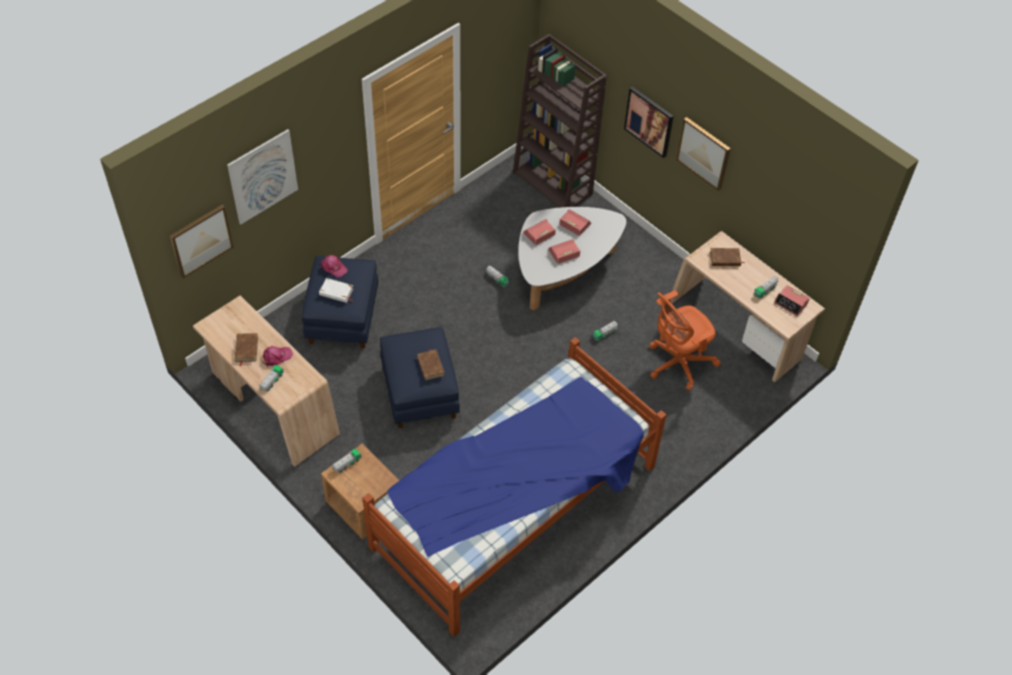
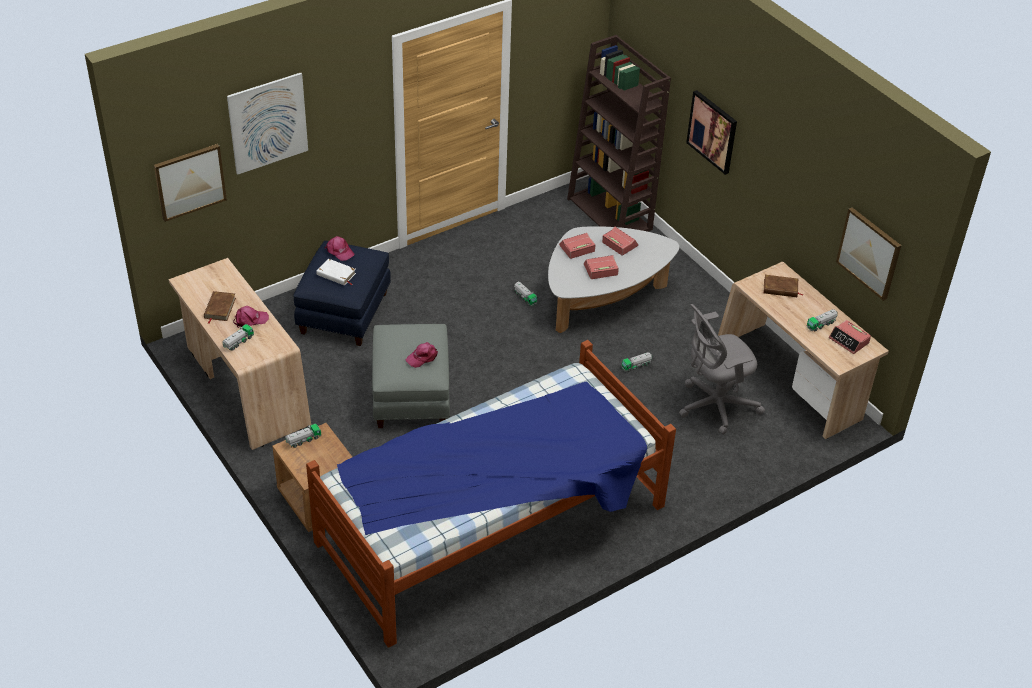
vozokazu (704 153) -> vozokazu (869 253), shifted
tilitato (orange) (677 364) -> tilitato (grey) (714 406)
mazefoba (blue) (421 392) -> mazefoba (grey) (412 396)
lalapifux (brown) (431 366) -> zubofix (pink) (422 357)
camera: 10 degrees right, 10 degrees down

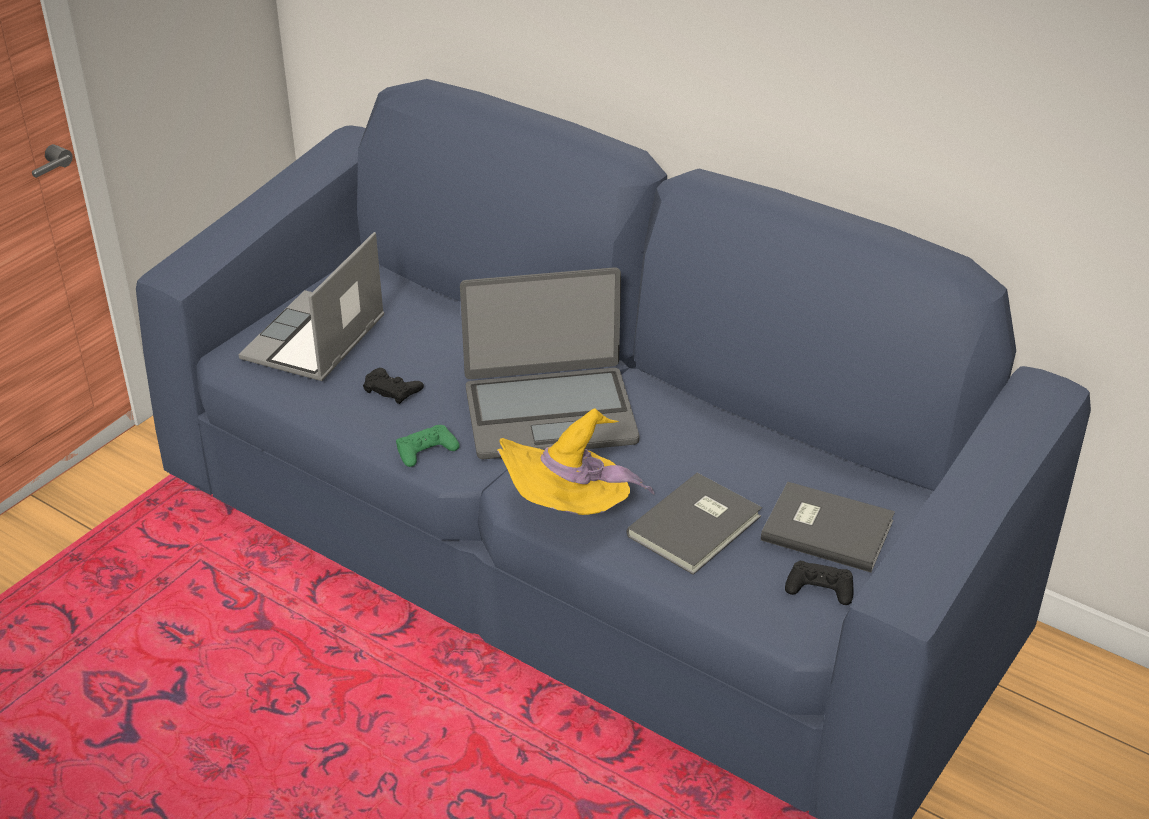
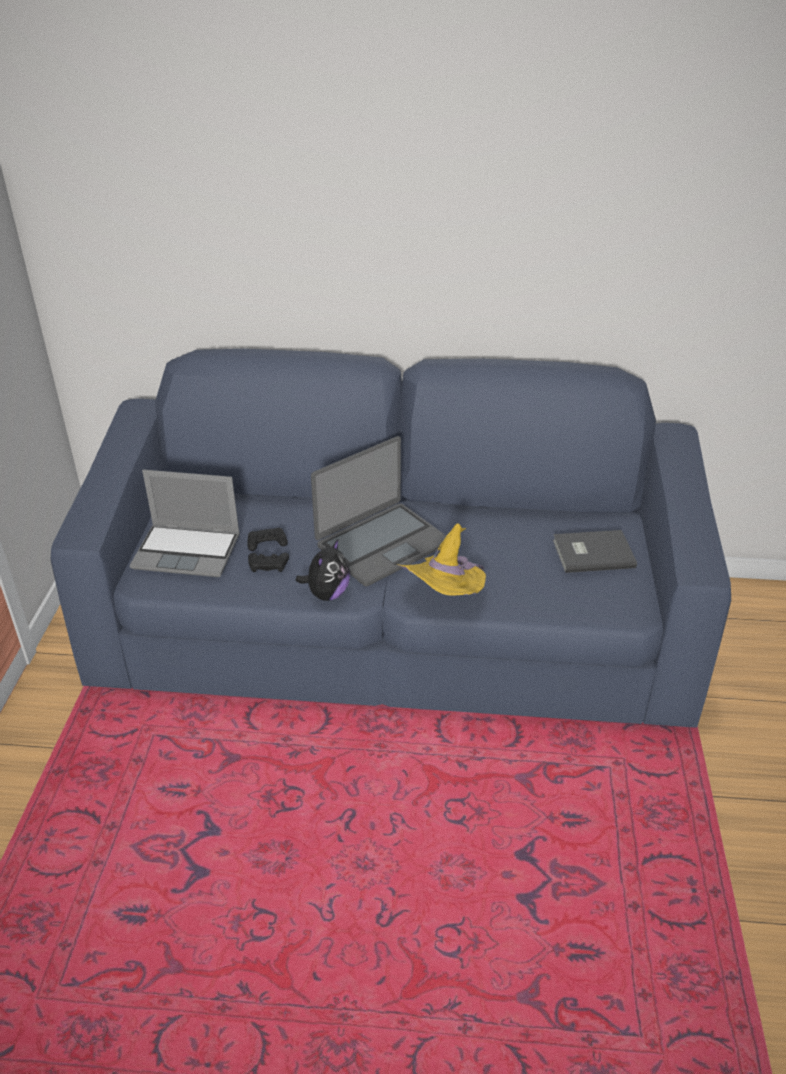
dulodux (315 341) -> dulodux (188 551), 75 degrees counterclockwise
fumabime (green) (426 450) -> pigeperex (327 593)
lalapifux (grey) (698 526) -> none
fumabime (black) (820 588) -> fumabime (black) (267 542), shifted
camera: 30 degrees left, 0 degrees up

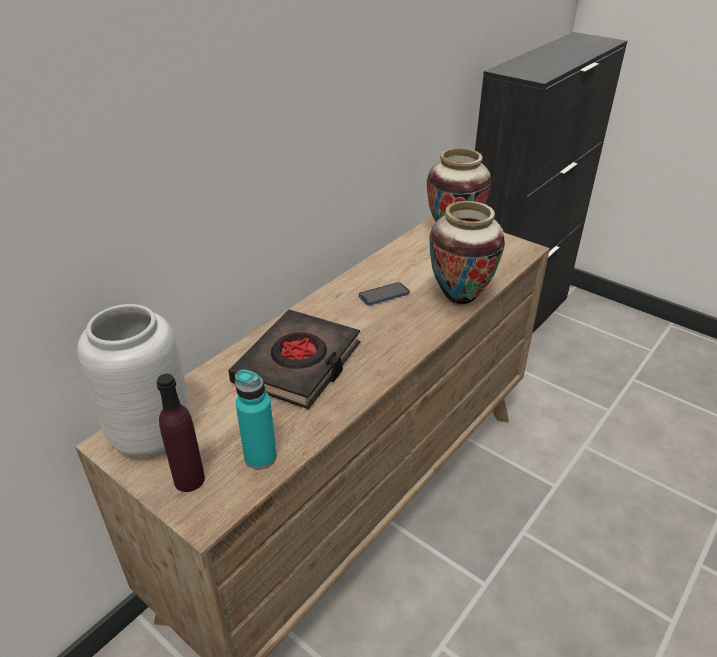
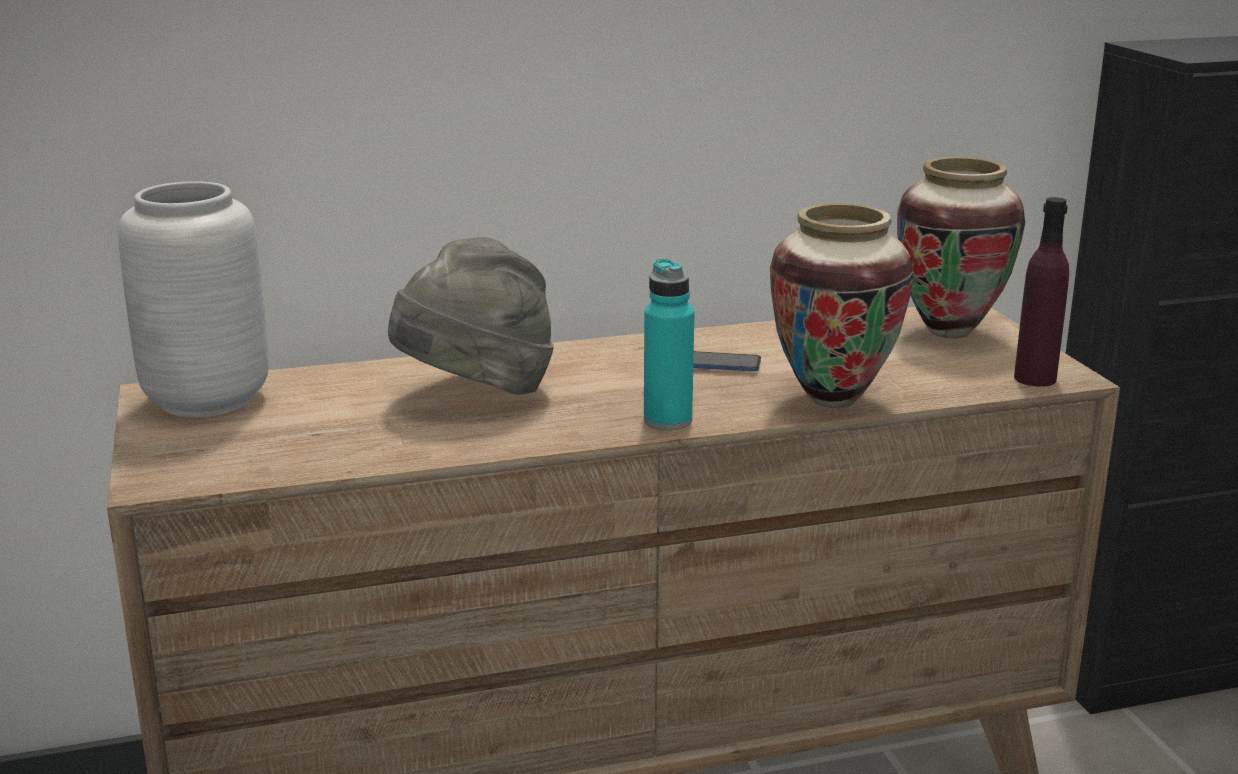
lalapifux (black) (298 364) -> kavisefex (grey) (475 394)
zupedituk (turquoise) (260 457) -> zupedituk (turquoise) (667 421), shifted
zupedituk (purple) (189 479) -> zupedituk (purple) (1035 378), shifted
camera: 35 degrees right, 15 degrees down

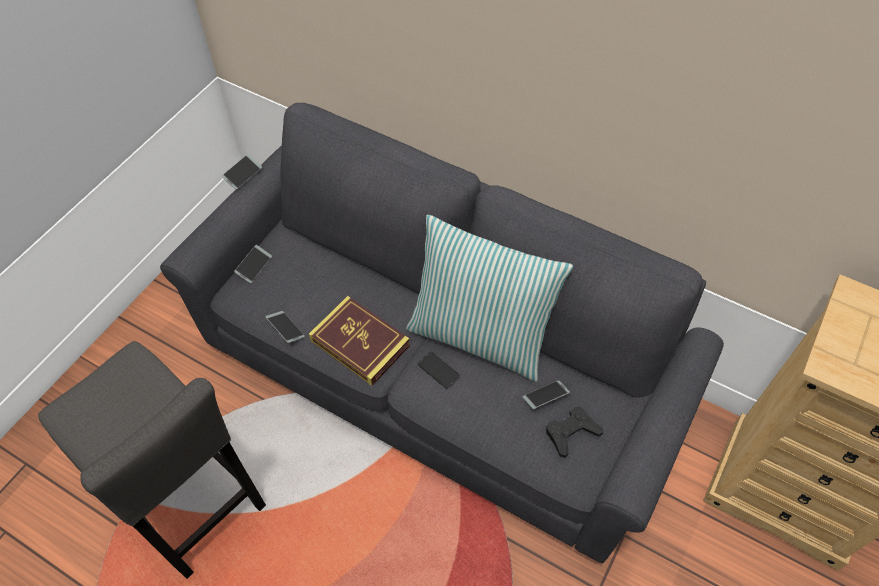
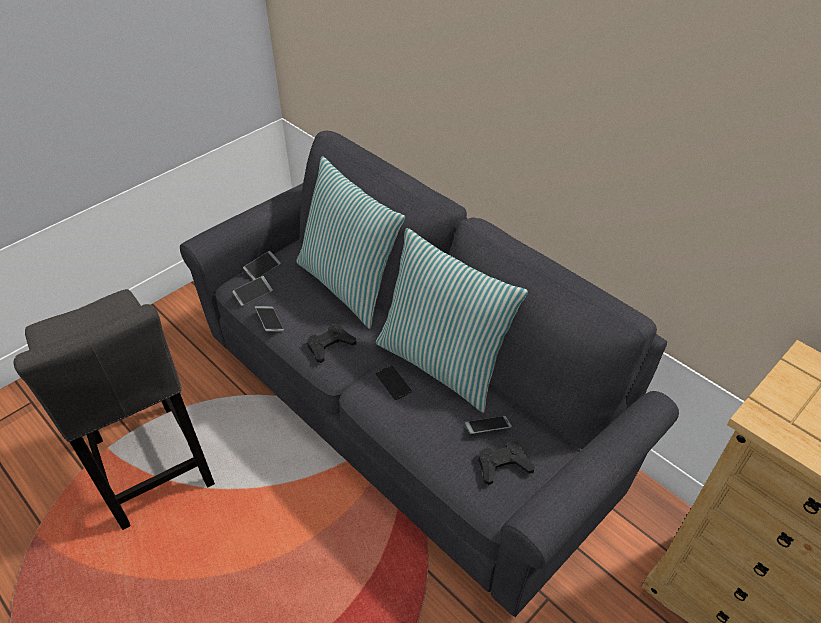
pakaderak (243 174) -> pakaderak (253 294), shifted
lalapifux (360 343) -> fumabime (black) (330 346)
none -> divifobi (349 285)
camera: 15 degrees right, 10 degrees down

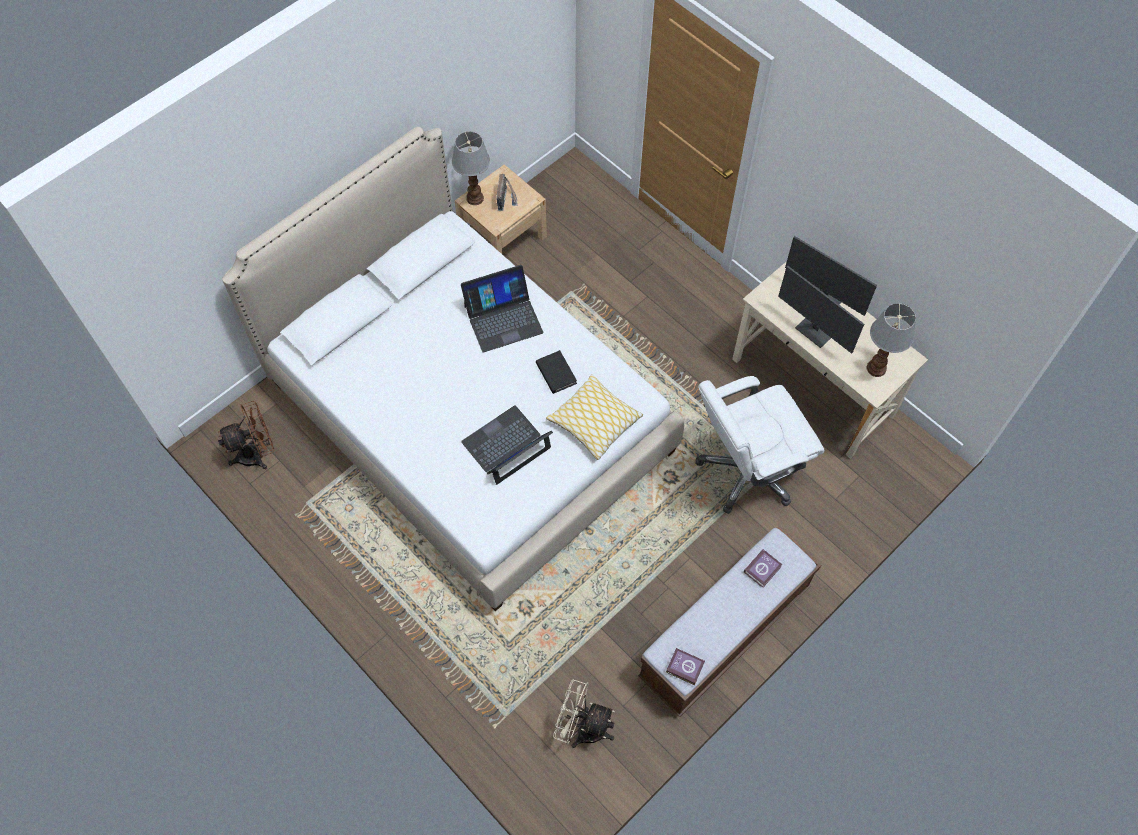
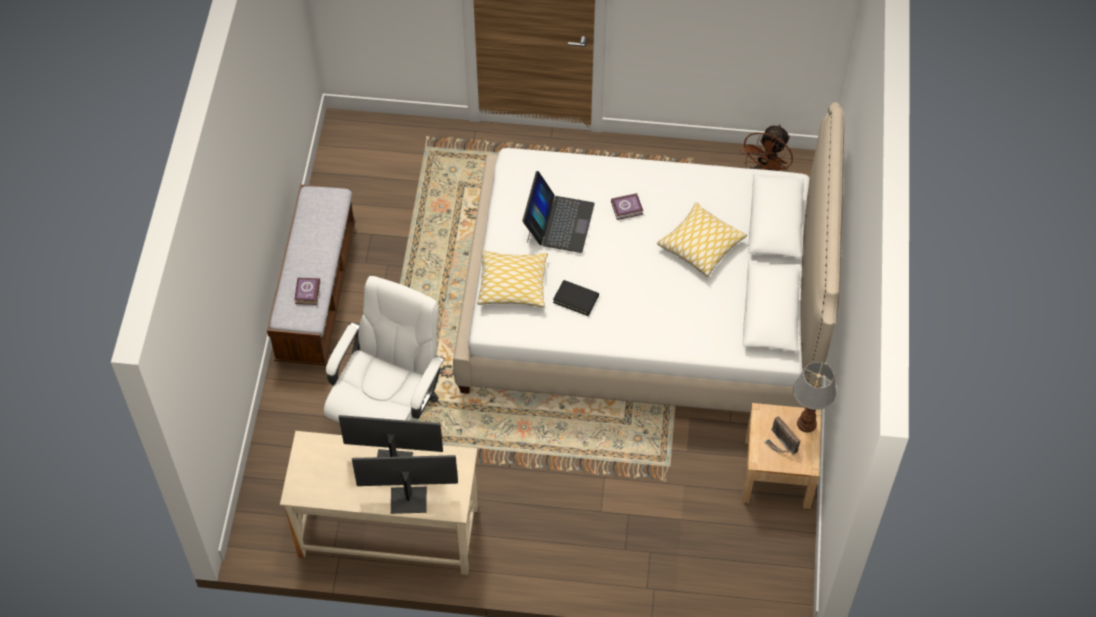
dulodux (503 318) -> none
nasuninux (876 368) -> none
lalapifux (684 666) -> lalapifux (627 208), shifted
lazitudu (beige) (583 728) -> none
none -> divifobi (701 245)
camera: 140 degrees right, 5 degrees down

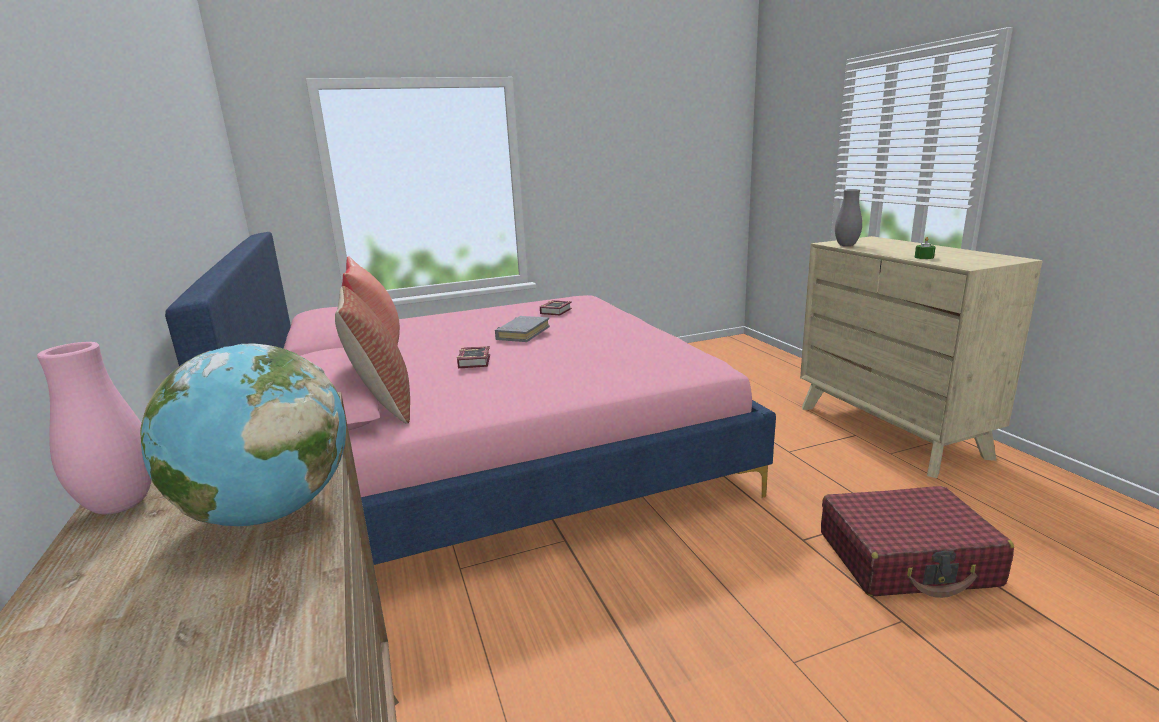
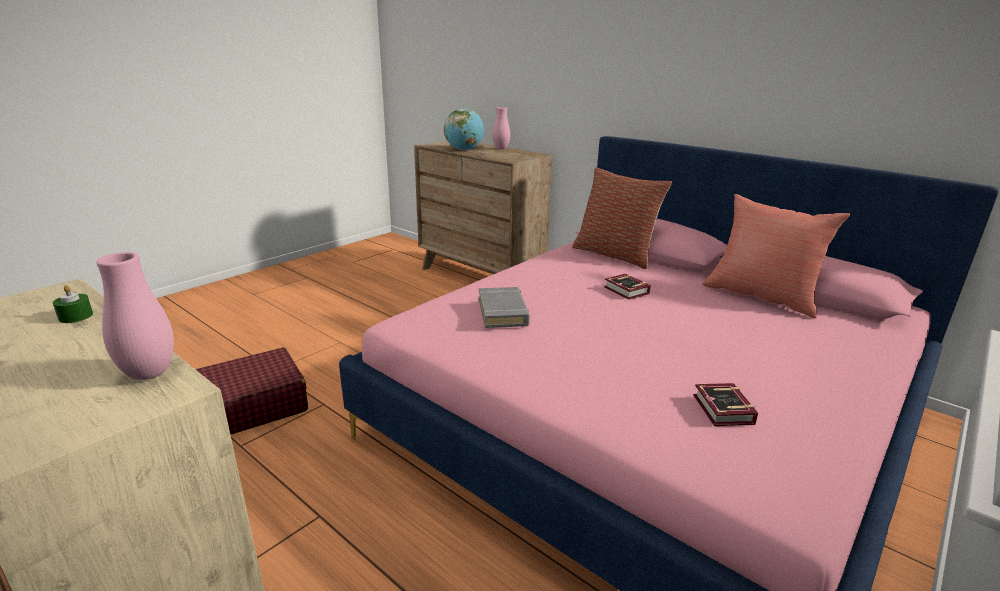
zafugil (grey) (846 245) -> zafugil (pink) (149 373)
lalapifux (grey) (522 333) -> lalapifux (grey) (503 312), shifted
camera: 150 degrees right, 5 degrees up

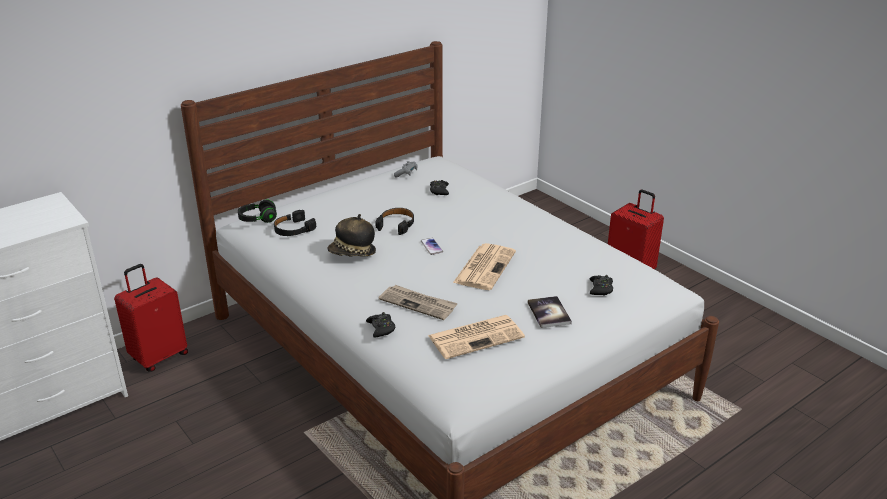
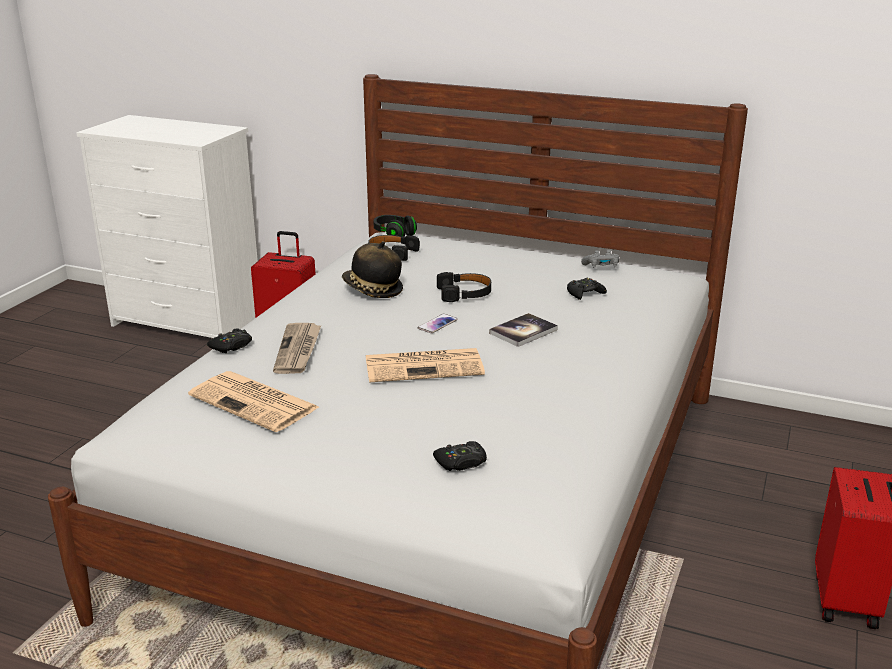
lalapifux (549 313) -> lalapifux (523 331), shifted
camera: 60 degrees right, 5 degrees down

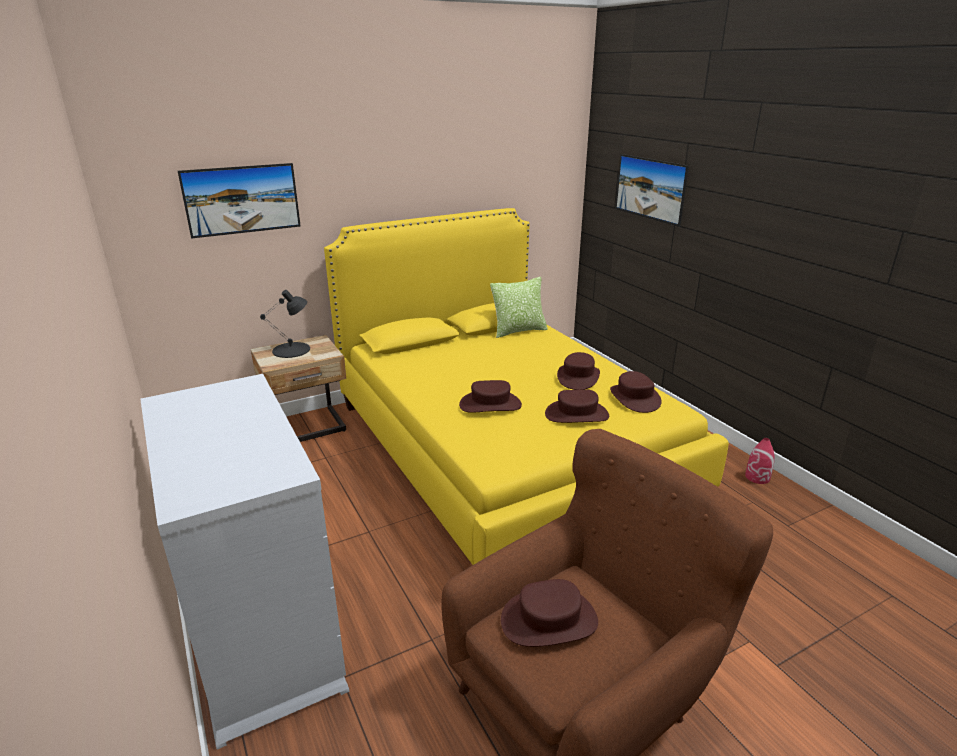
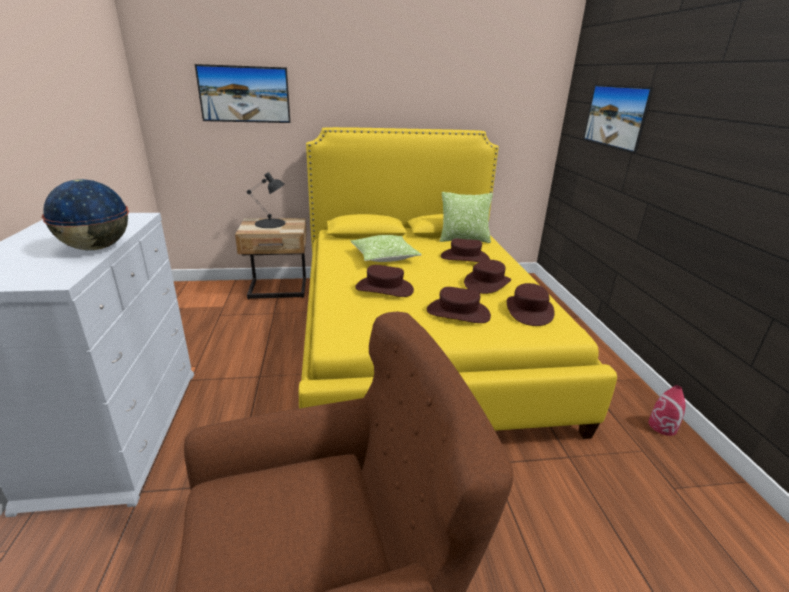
kavisefex (brown) (549 621) -> kavisefex (brown) (465 258), shifted
none -> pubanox (97 248)
none -> divifobi (384 257)
camera: 20 degrees right, 0 degrees up

